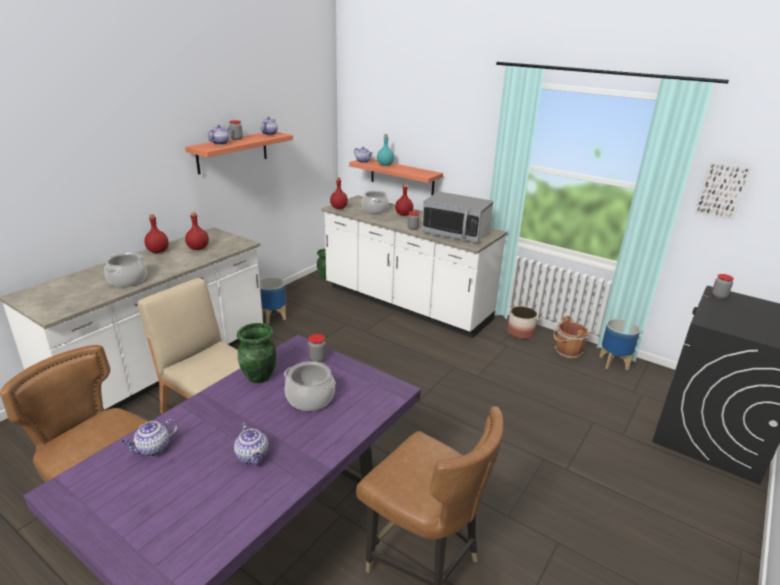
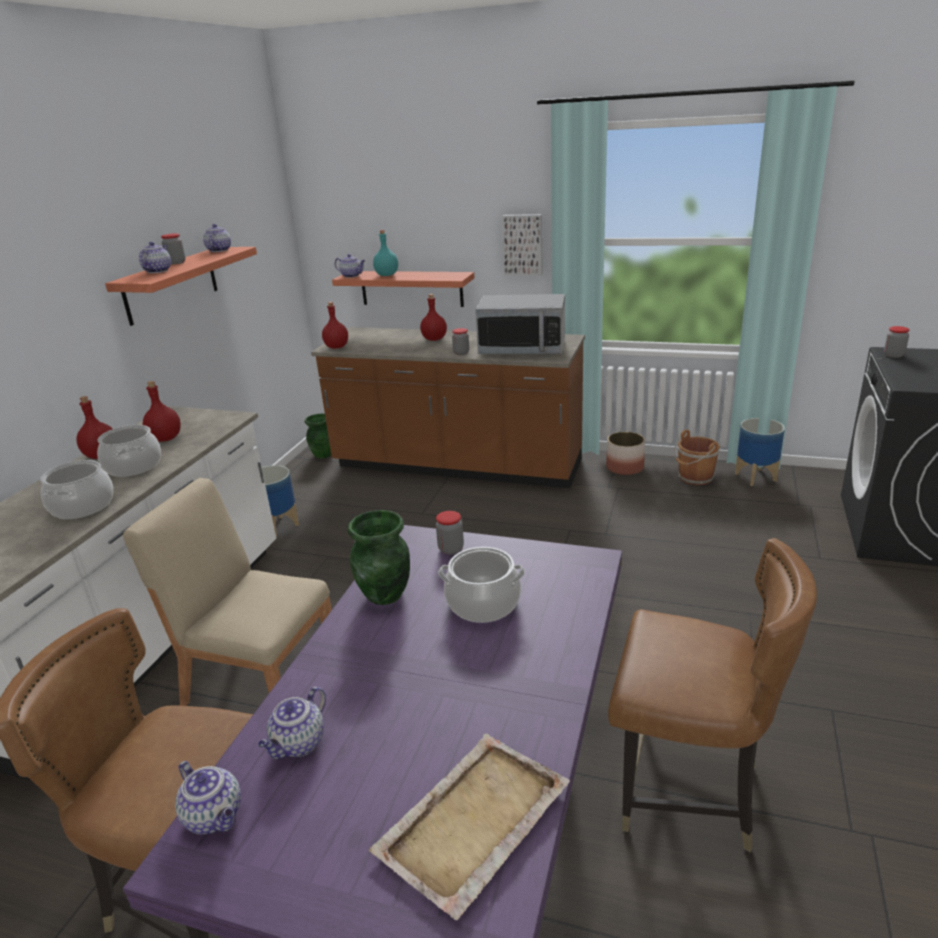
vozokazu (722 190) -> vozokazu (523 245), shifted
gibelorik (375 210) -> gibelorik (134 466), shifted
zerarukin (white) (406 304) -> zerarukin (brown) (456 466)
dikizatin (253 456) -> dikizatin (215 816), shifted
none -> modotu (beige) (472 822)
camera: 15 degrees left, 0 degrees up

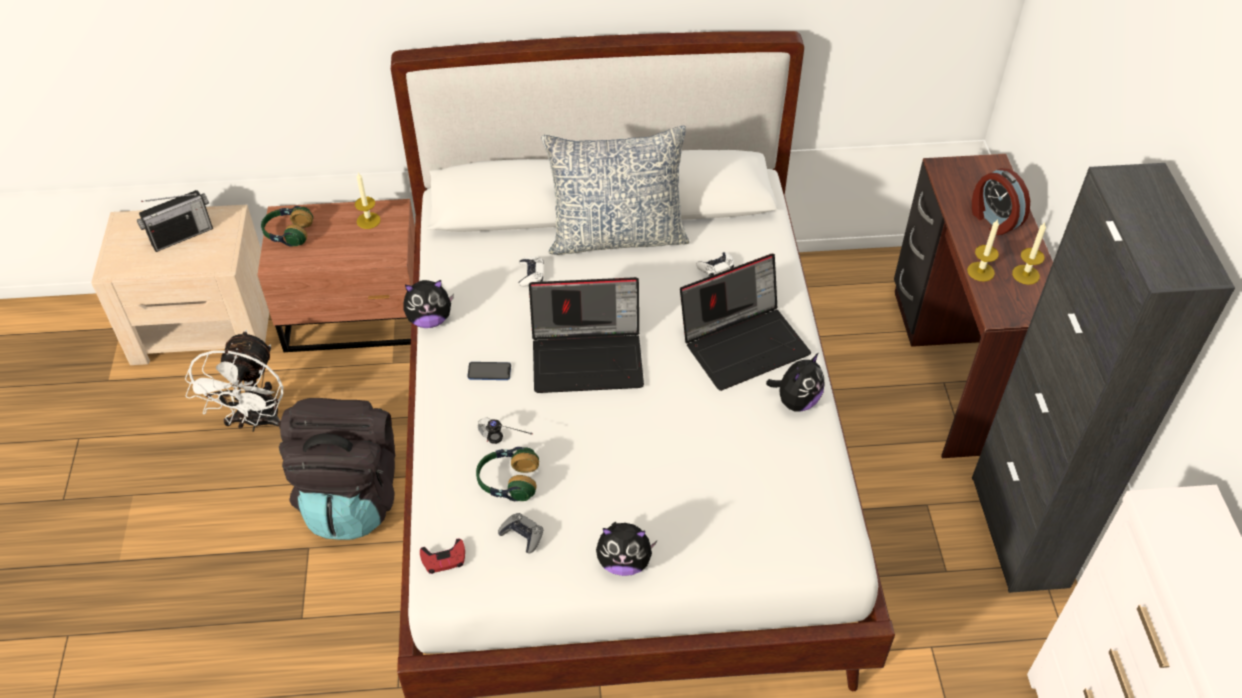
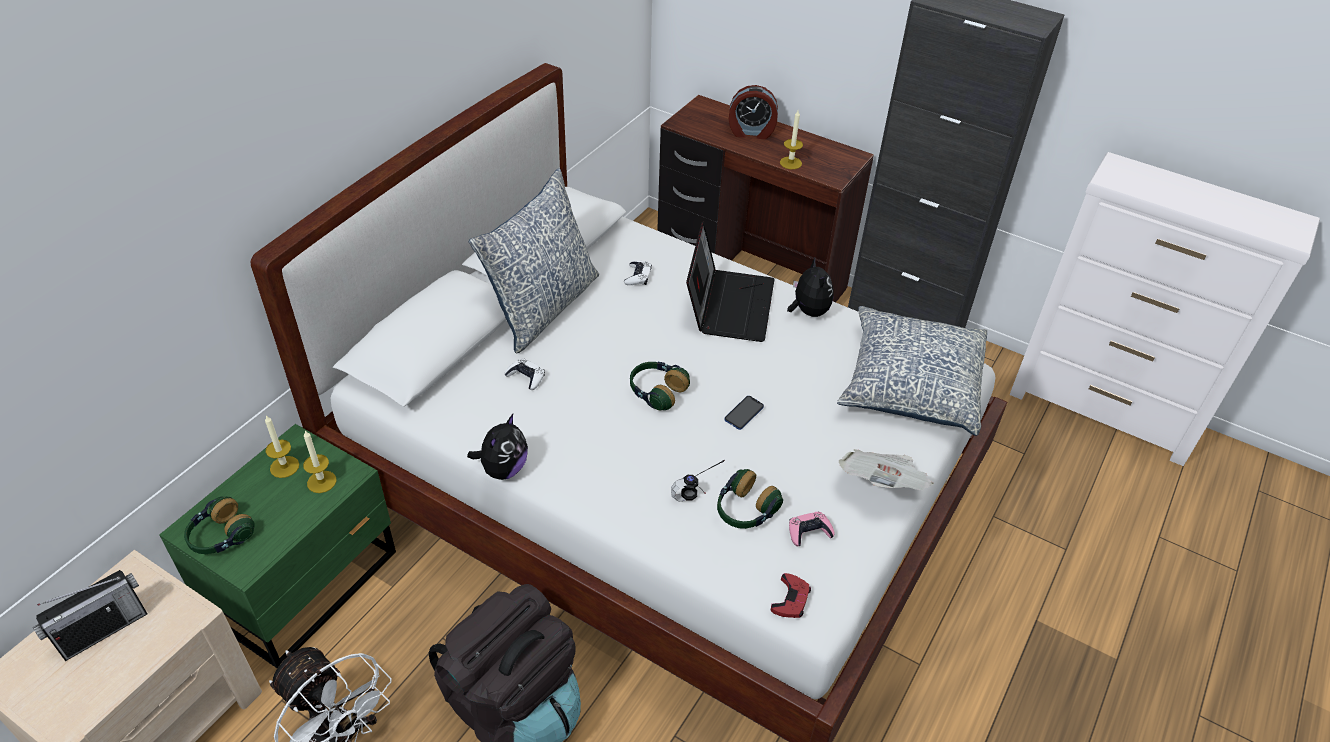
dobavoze (182 236) -> dobavoze (103 630), 45 degrees clockwise
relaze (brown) (357 317) -> relaze (green) (306 583)
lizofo (1025 274) -> lizofo (321 482), shifted
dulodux (589 357) -> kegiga (656 392)
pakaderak (489 372) -> pakaderak (744 413), shifted
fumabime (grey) (522 535) -> fumabime (pink) (809 532)
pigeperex (624 562) -> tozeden (882 485)
none -> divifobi (910 383)
camera: 55 degrees left, 5 degrees down

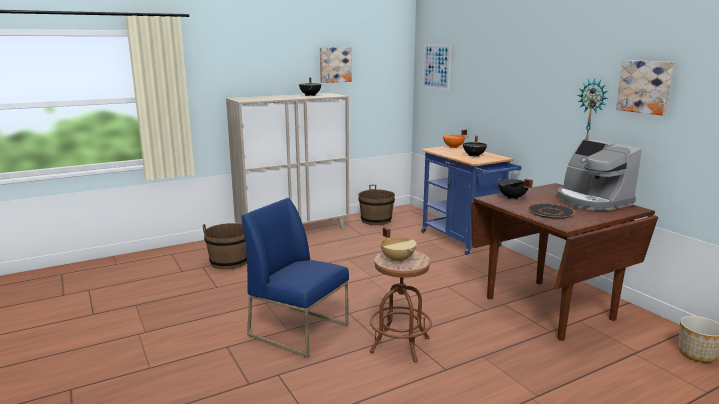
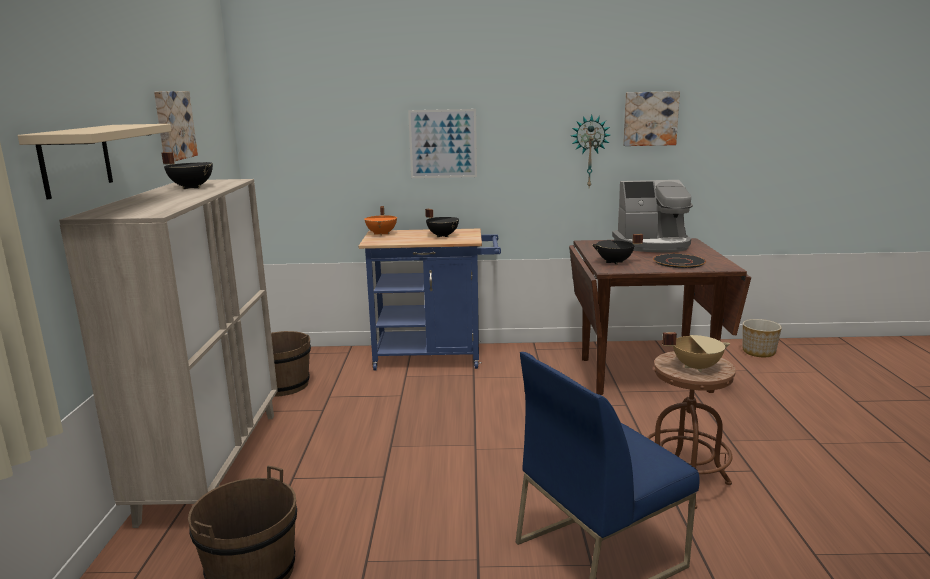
vozokazu (436 66) -> vozokazu (443 144), shifted
none -> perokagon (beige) (76 160)
camera: 60 degrees left, 0 degrees up

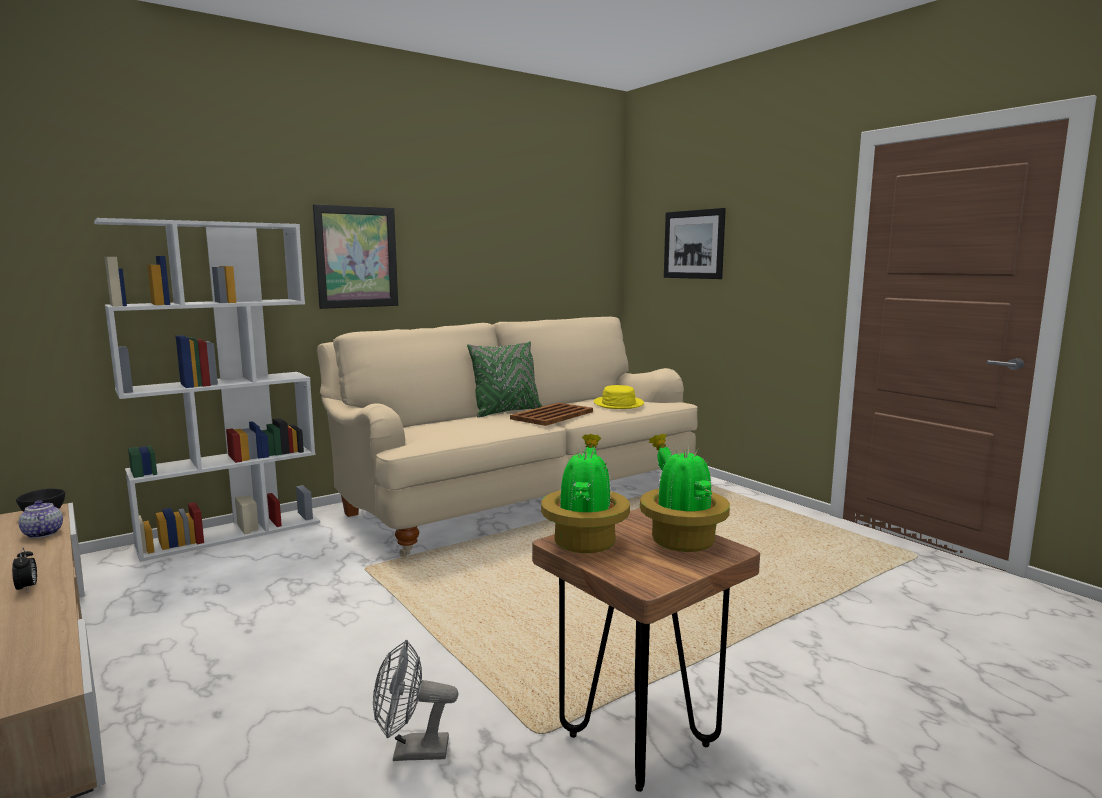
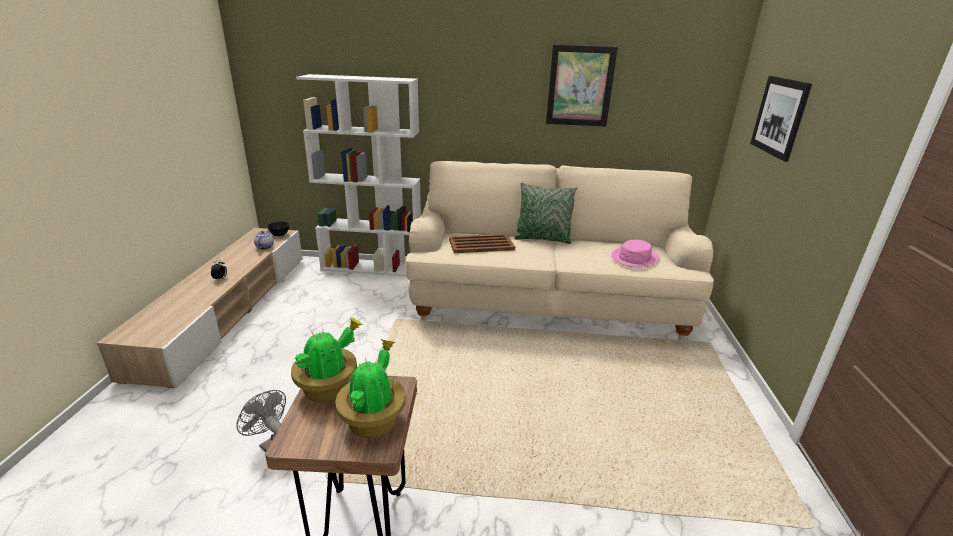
vozokazu (356 257) -> vozokazu (580 86), shifted
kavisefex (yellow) (618 404) -> kavisefex (pink) (634 258)
modotu (brown) (551 415) -> modotu (brown) (480 244), shifted
camera: 40 degrees right, 15 degrees up

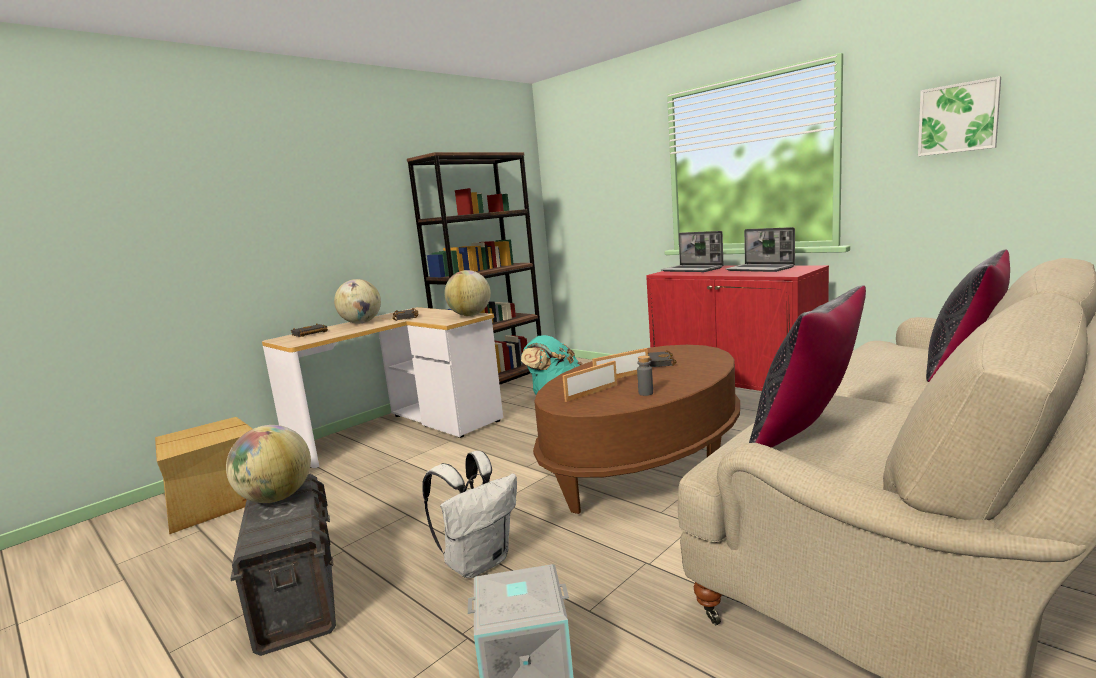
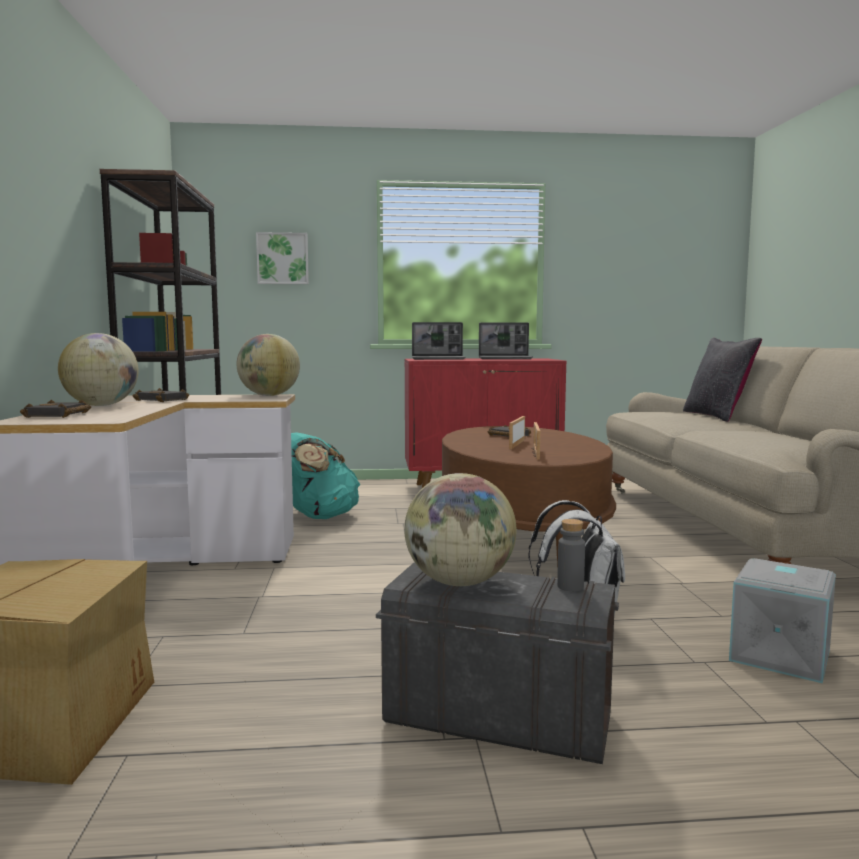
vozokazu (958 118) -> vozokazu (283 258), shifted
divifobi (black) (807 436) -> none
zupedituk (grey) (645 393) -> zupedituk (grey) (570 586), shifted
camera: 50 degrees left, 5 degrees down

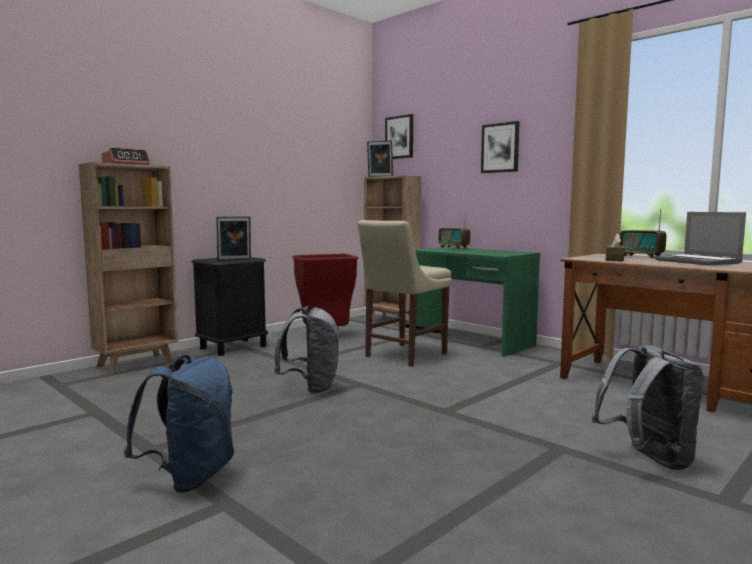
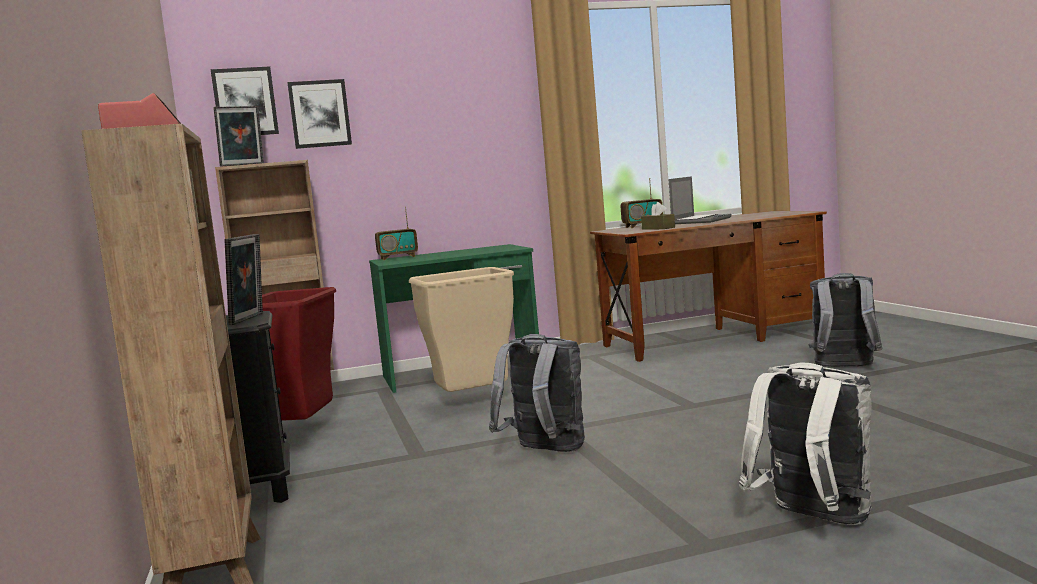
vozokazu (500 148) -> vozokazu (319 114), shifted
dulodux (698 262) -> dulodux (700 221), 60 degrees counterclockwise
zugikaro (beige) (403 355) -> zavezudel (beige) (473 403)
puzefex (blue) (190 477) -> puzefex (white) (814 520)
camera: 60 degrees left, 0 degrees up

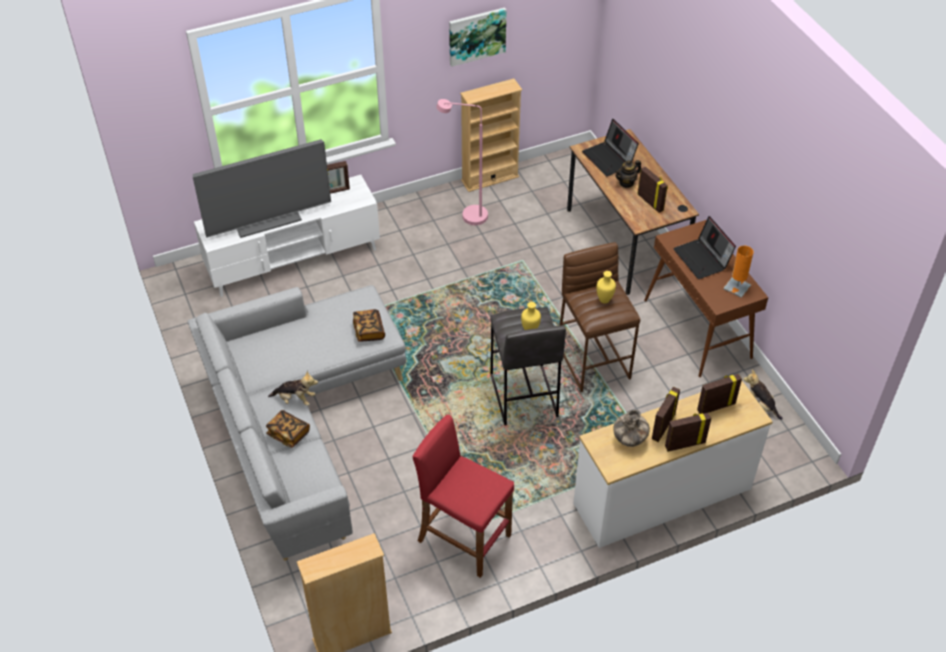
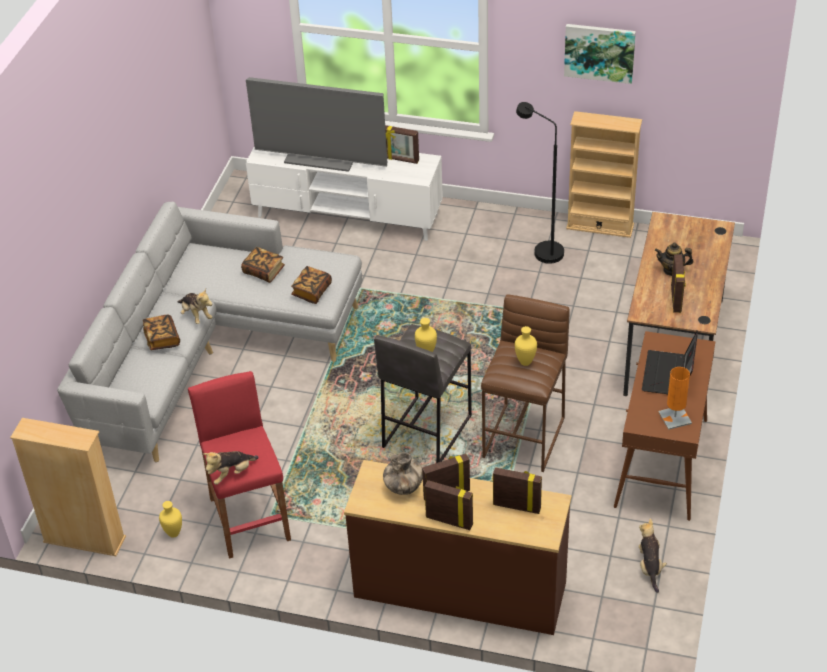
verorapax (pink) (467 216) -> verorapax (black) (542 250)
dulodux (609 159) -> none
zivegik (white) (662 497) -> zivegik (brown) (460 591)
none -> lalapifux (264 271)
none -> pigeperex (231 474)
none -> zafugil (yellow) (173 533)
camera: 40 degrees right, 5 degrees down

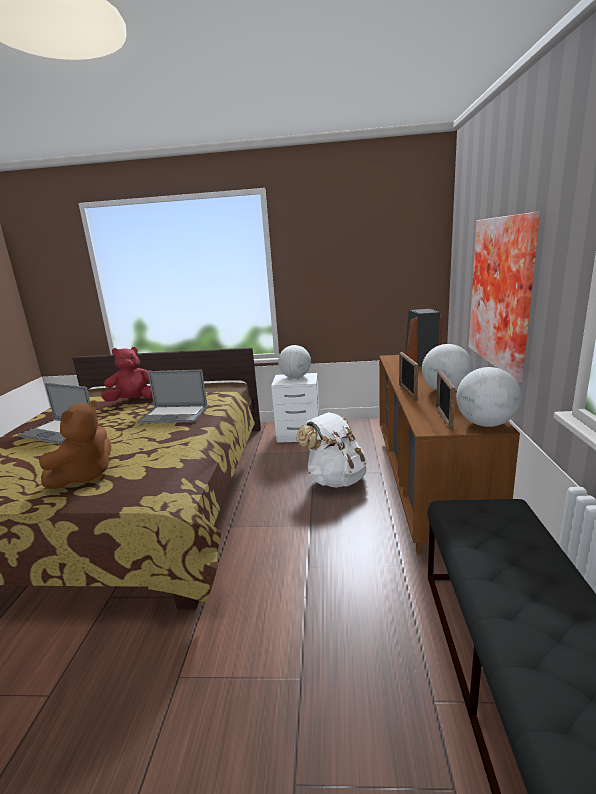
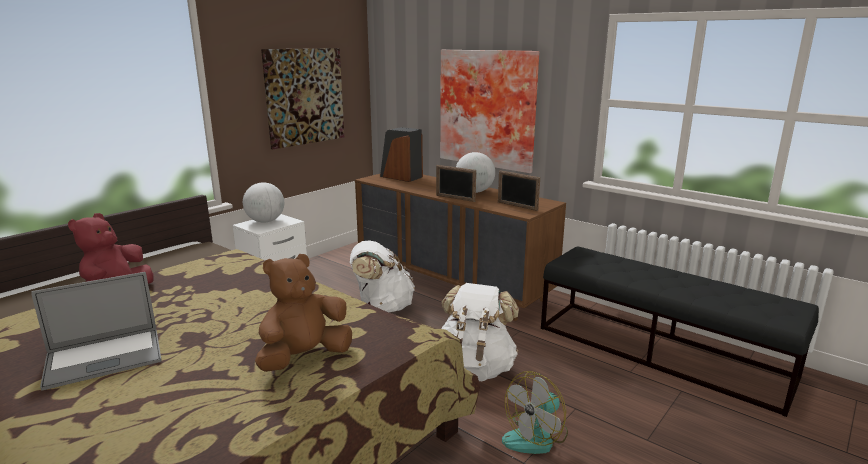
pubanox (485 424) -> none
dulodux (174 415) -> none
pigeperex (brown) (85 476) -> pigeperex (brown) (304 358), 105 degrees counterclockwise
none -> vozokazu (305 96)
none -> puzefex (white) (474 368)
none -> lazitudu (536 437)
camera: 55 degrees left, 0 degrees up

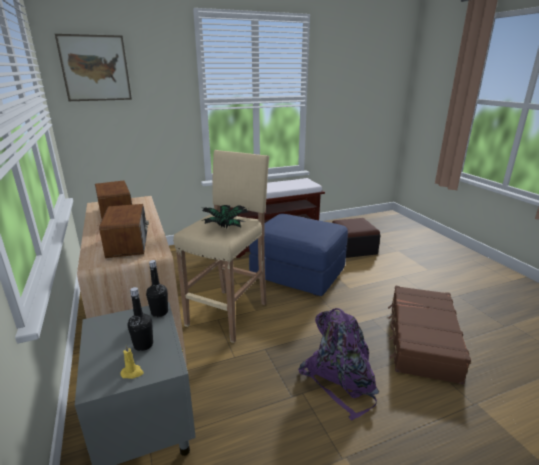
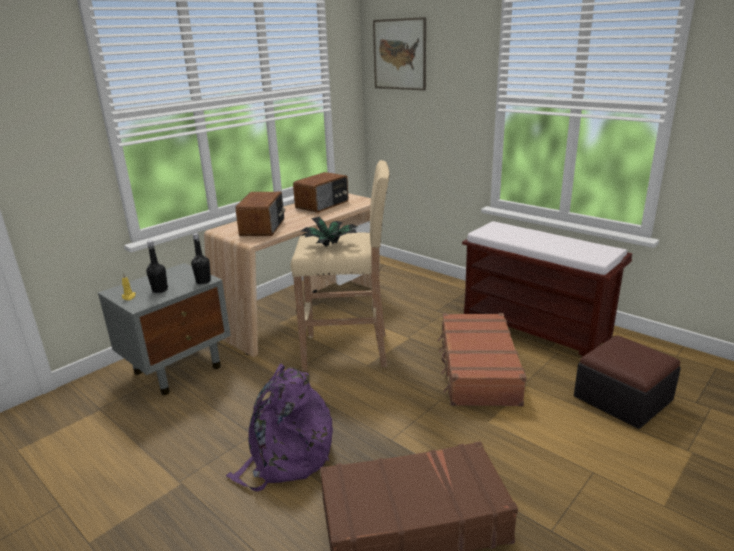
dobavoze (129 244) -> dobavoze (263 227), 45 degrees counterclockwise
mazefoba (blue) (298 273) -> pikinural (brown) (477 369)
camera: 65 degrees right, 0 degrees up

